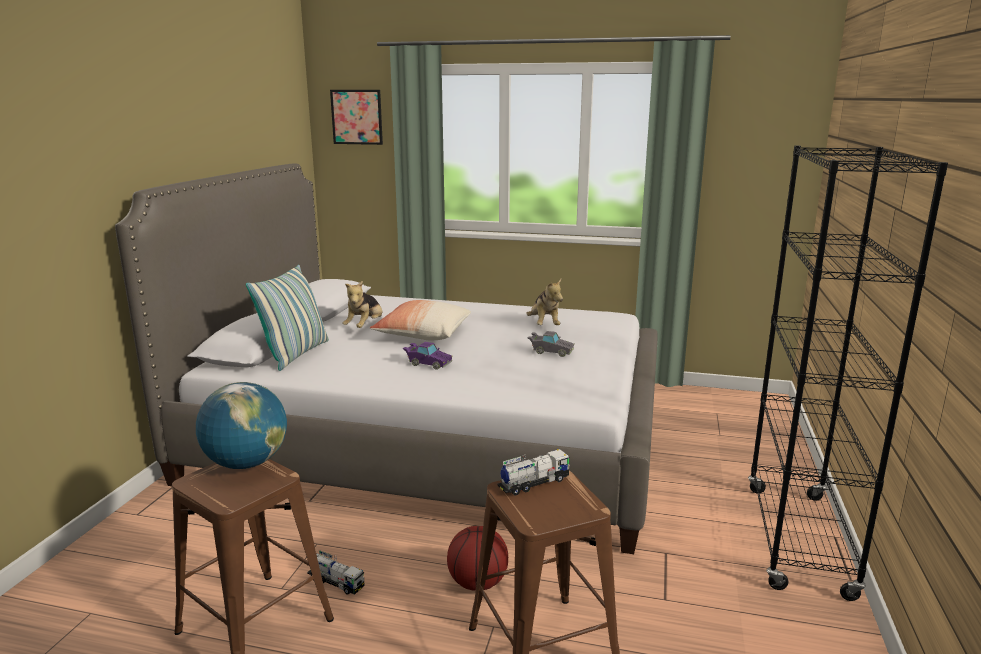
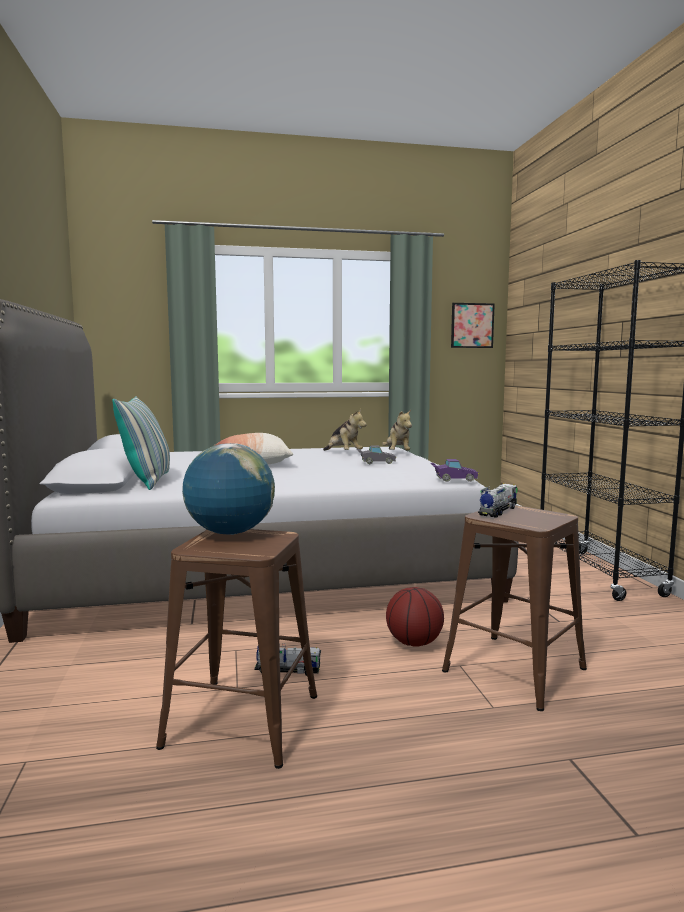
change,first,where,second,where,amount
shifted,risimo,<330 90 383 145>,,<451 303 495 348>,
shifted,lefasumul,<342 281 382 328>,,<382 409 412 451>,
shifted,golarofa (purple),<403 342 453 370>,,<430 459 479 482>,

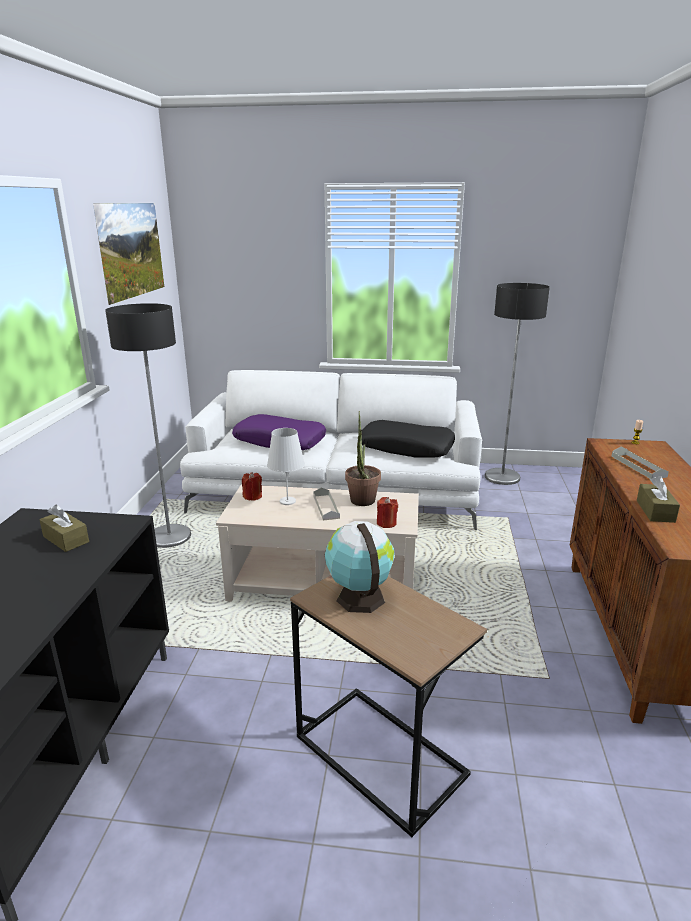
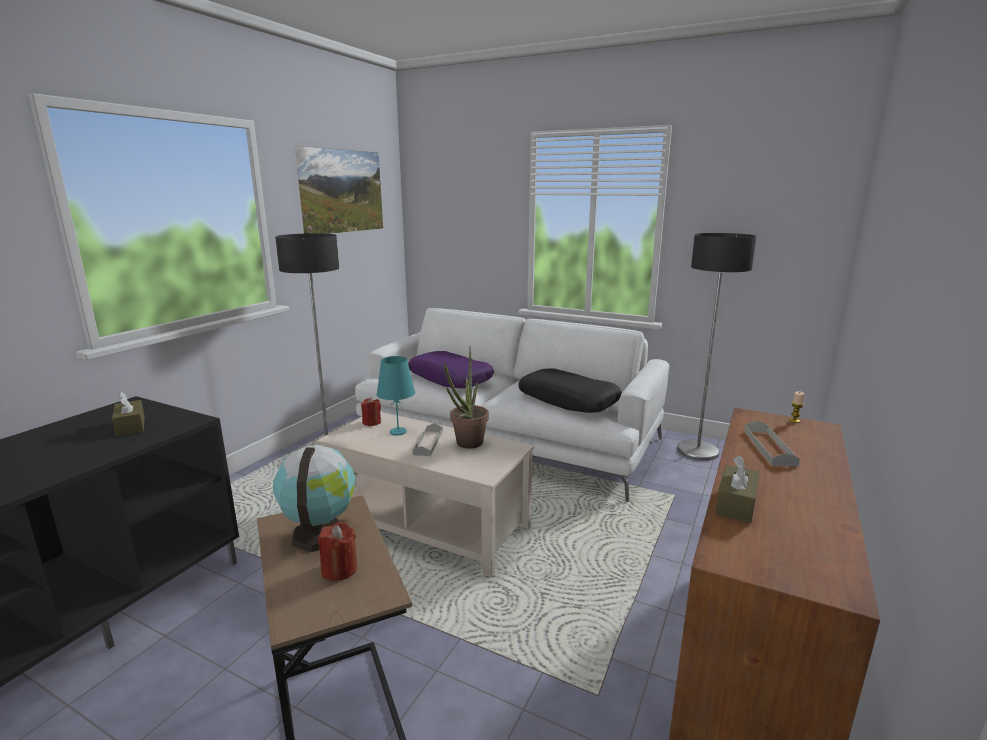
change,first,where,second,where,amount
shifted,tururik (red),<377 497 398 528>,,<318 522 357 581>,
repainted,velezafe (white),<267 428 305 505>,velezafe (turquoise),<377 356 415 435>,

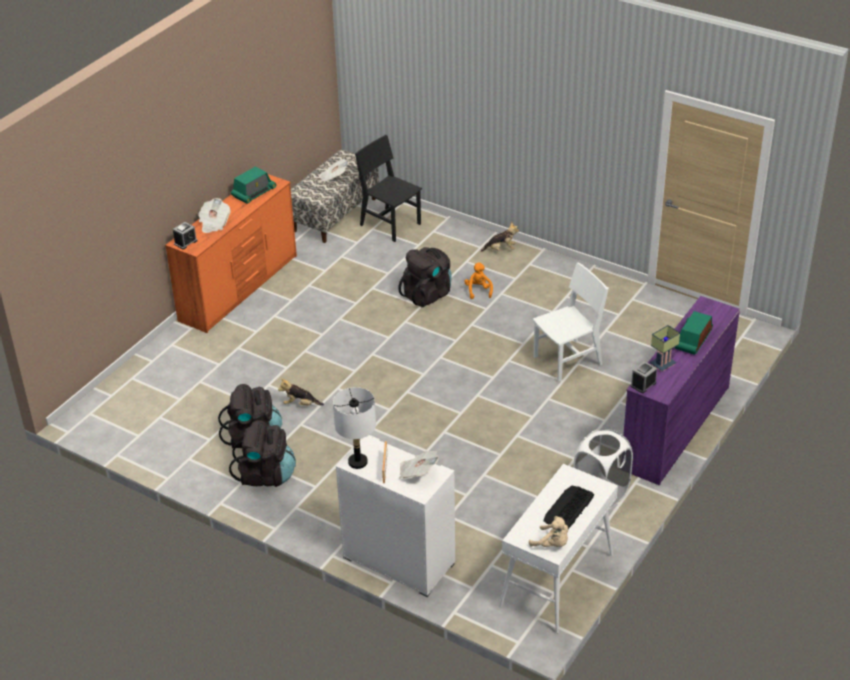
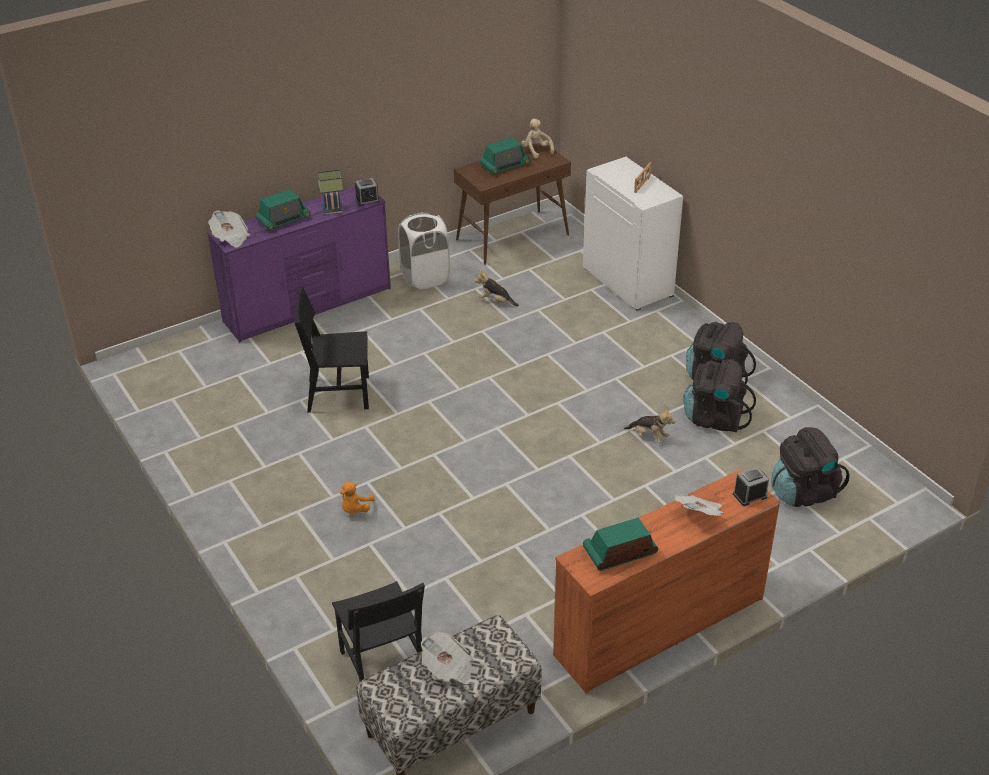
change,first,where,second,where,amount
gone,velezafe (white),<333 387 376 469>,,,
shifted,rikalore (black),<398 247 452 307>,,<771 427 850 507>,
shifted,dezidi,<399 451 439 479>,,<208 210 250 247>,
shifted,lefasumul,<481 222 519 252>,,<474 270 519 306>,
swapped,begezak,<543 486 594 529>,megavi,<480 138 530 175>,
repainted,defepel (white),<499 464 618 633>,defepel (brown),<454 144 571 265>,
repainted,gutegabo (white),<533 262 609 382>,gutegabo (black),<295 287 369 413>,

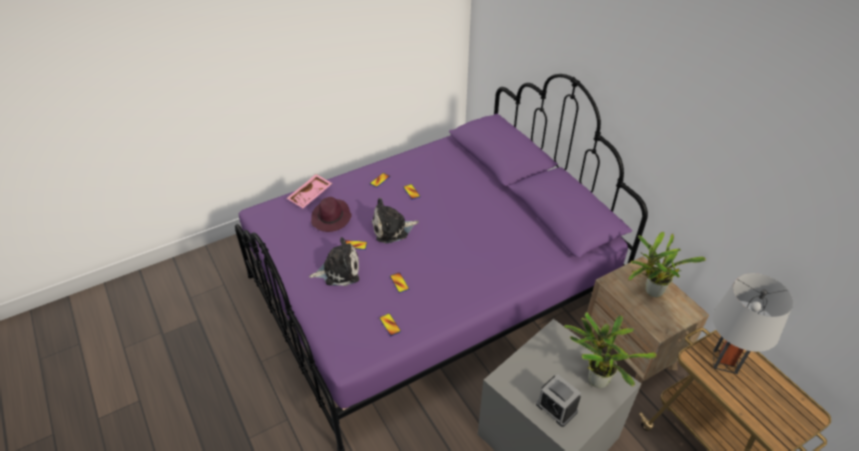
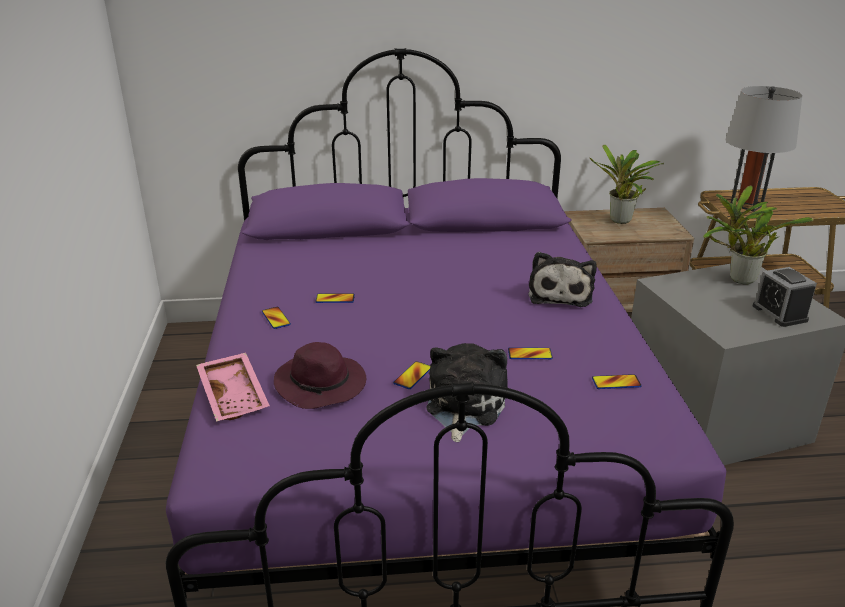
change,first,where,second,where,amount
shifted,lefasumul,<372 198 419 244>,,<528 252 597 307>,
rotated,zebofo,<536 374 581 427>,,<753 267 817 327>,90 degrees clockwise

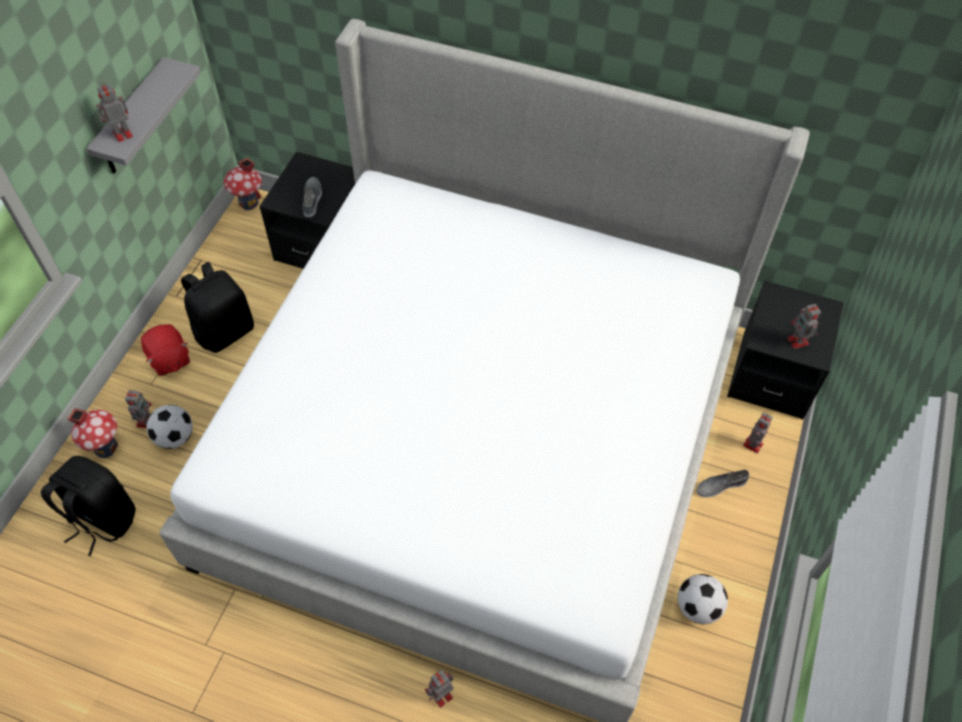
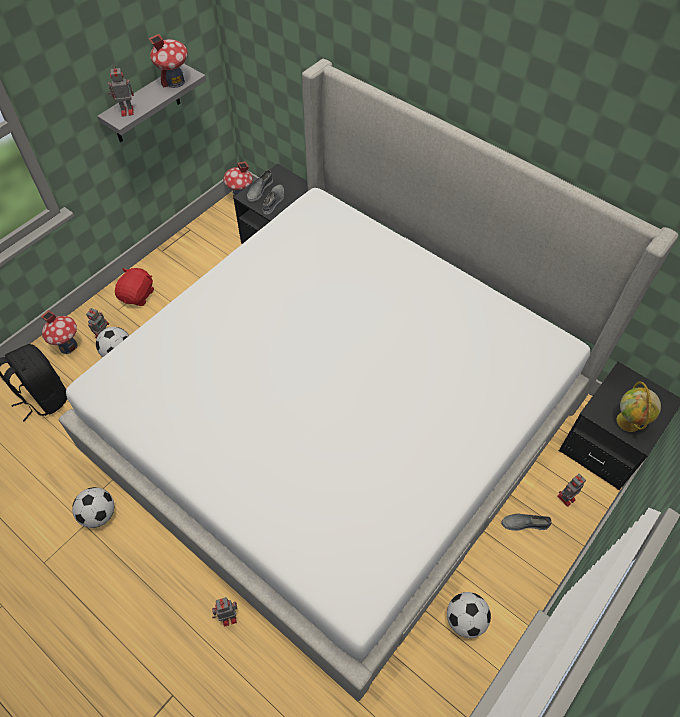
change,first,where,second,where,amount
gone,rikalore (black),<181 262 254 353>,,,
new,,,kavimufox,<72 487 114 528>,
new,,,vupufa,<149 34 188 88>,
new,,,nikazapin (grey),<247 170 273 202>,
swapped,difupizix,<788 304 821 349>,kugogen,<617 381 661 432>,
rotated,lefasumul (red),<141 324 190 376>,,<115 268 154 306>,150 degrees counterclockwise

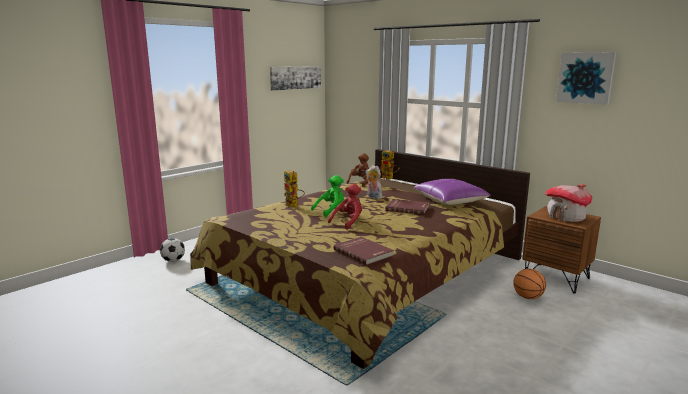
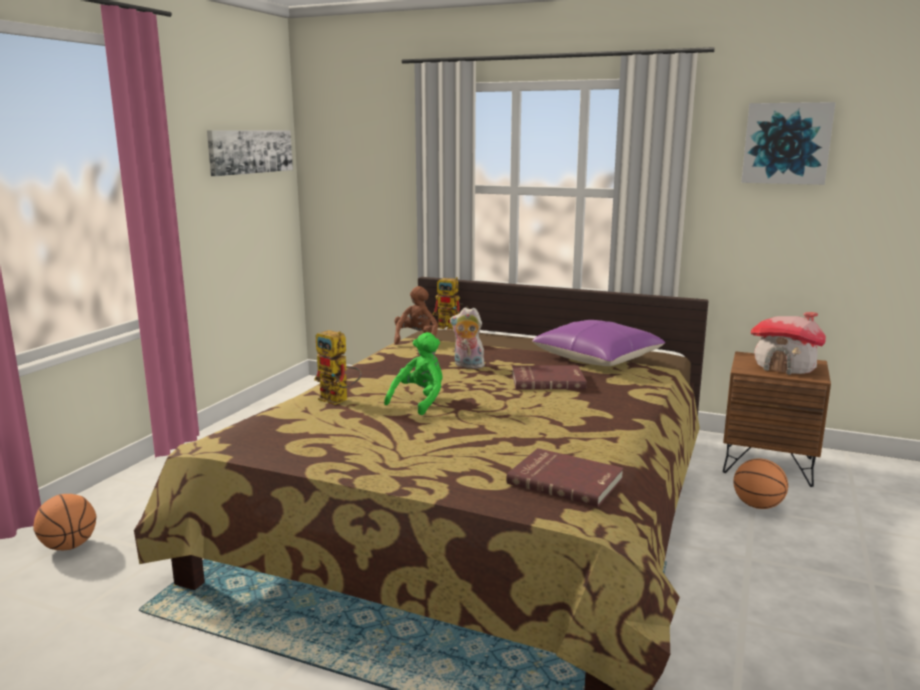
change,first,where,second,where,amount
gone,lefasumul (red),<328 184 362 229>,,,
swapped,kavimufox,<160 238 185 262>,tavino,<33 494 96 550>,

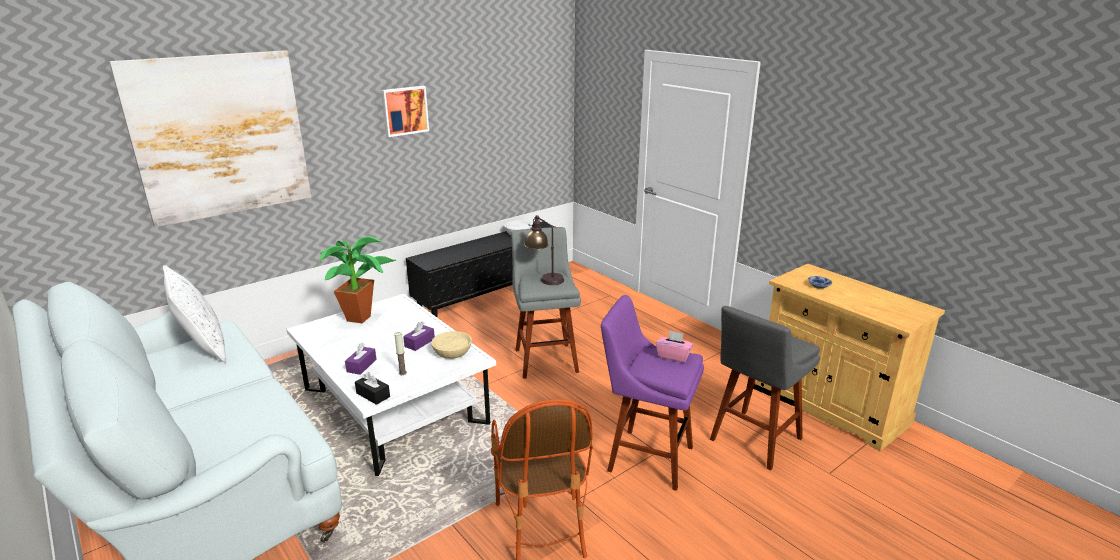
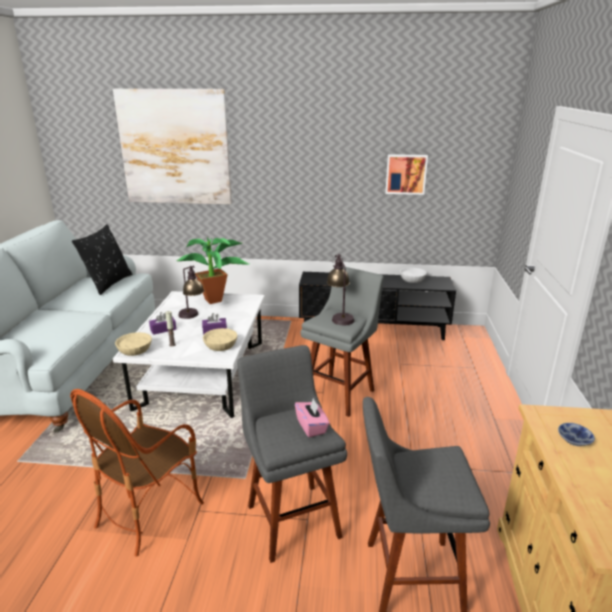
change,first,where,second,where,amount
new,,,velezafe,<178 265 204 319>,
shifted,risimo,<381 86 429 137>,,<385 154 428 195>,
swapped,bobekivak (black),<355 372 390 405>,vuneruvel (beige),<115 332 152 356>,
repainted,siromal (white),<163 265 226 362>,siromal (black),<72 224 133 295>,
repainted,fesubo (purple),<601 295 704 491>,fesubo (grey),<237 345 347 563>,

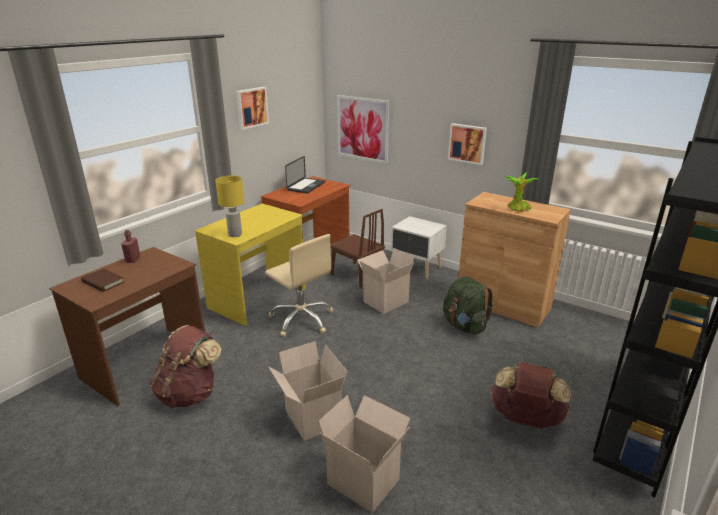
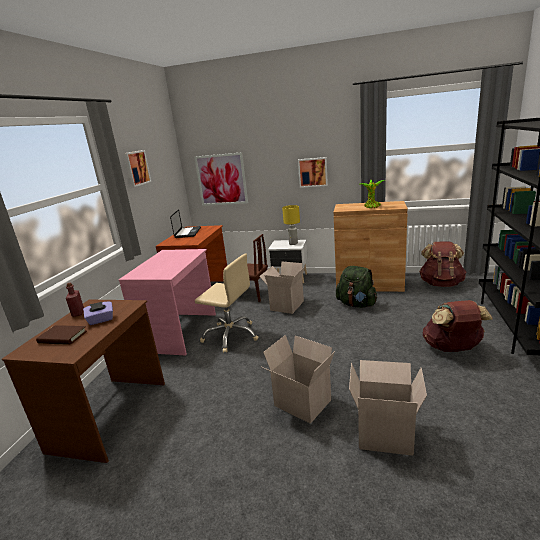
change,first,where,second,where,amount
new,,,bobekivak (purple),<83 302 113 325>,
shifted,rikalore (brown),<149 325 222 408>,,<419 242 467 287>,
shifted,velezafe (yellow),<215 176 244 237>,,<282 205 300 245>,
repainted,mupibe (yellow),<194 203 306 326>,mupibe (pink),<119 249 216 355>,

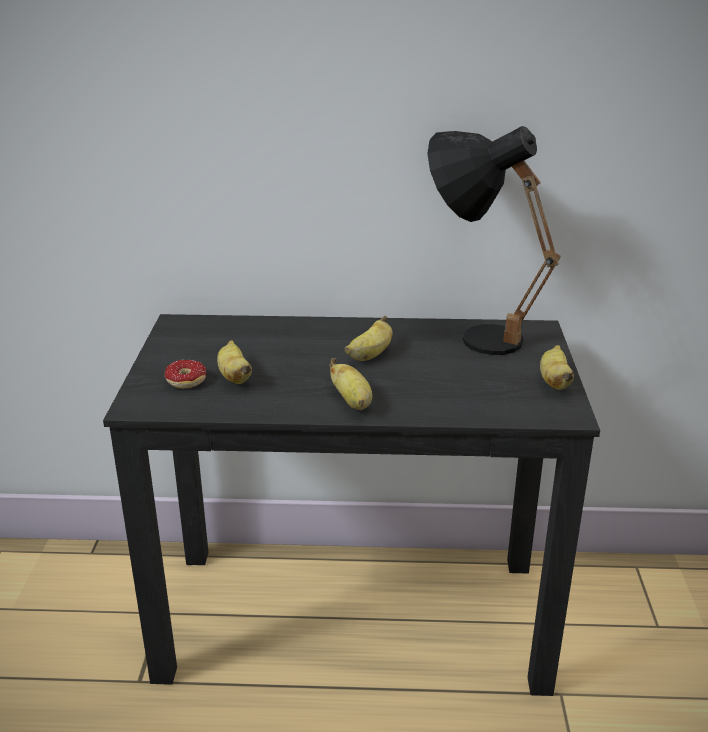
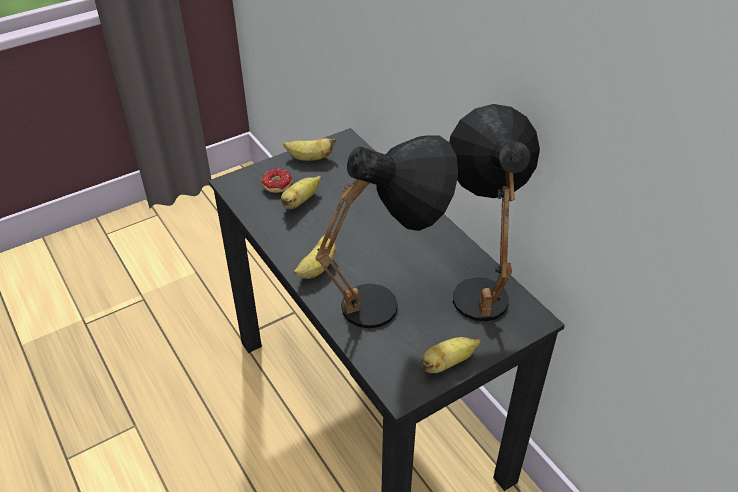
change,first,where,second,where,amount
new,,,velezafe (black),<315 136 458 329>,
shifted,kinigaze,<345 316 393 361>,,<283 138 336 161>,

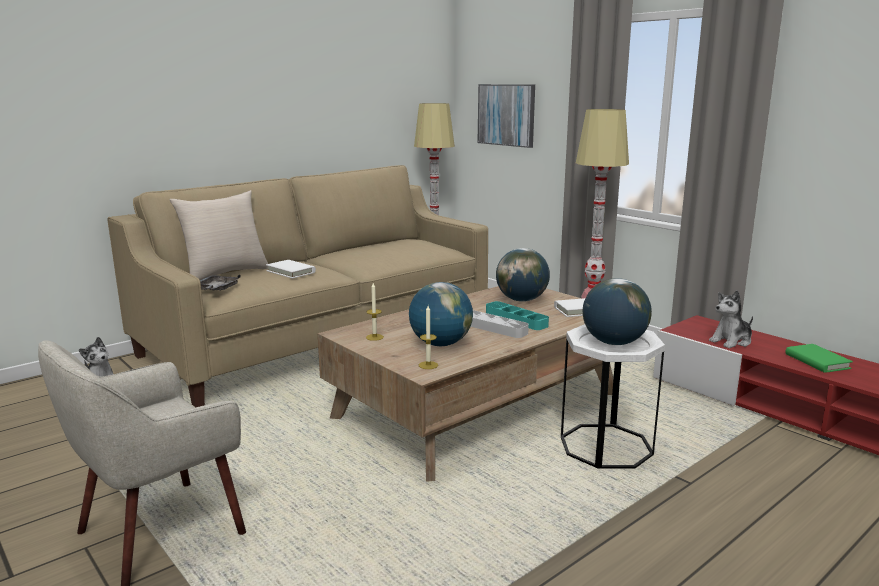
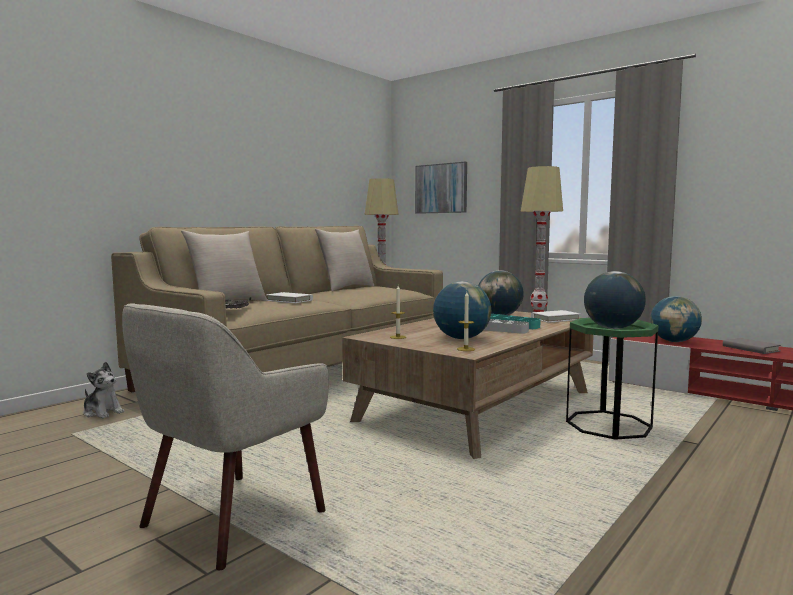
change,first,where,second,where,amount
new,,,siromal (beige),<315 229 374 291>,
swapped,lefasumul,<709 290 753 348>,kugogen,<650 296 702 342>,
repainted,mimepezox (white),<561 324 665 469>,mimepezox (green),<566 318 658 440>,
repainted,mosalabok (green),<785 344 853 373>,mosalabok (grey),<723 338 781 354>,

